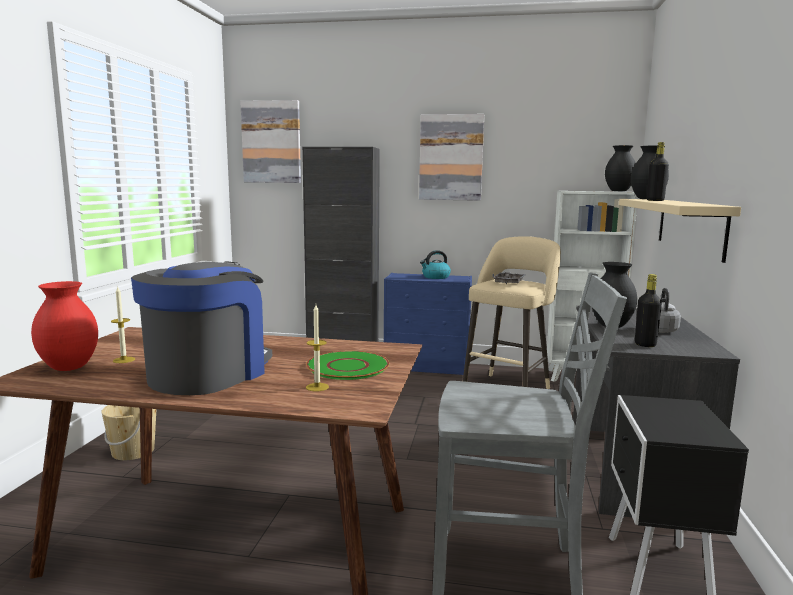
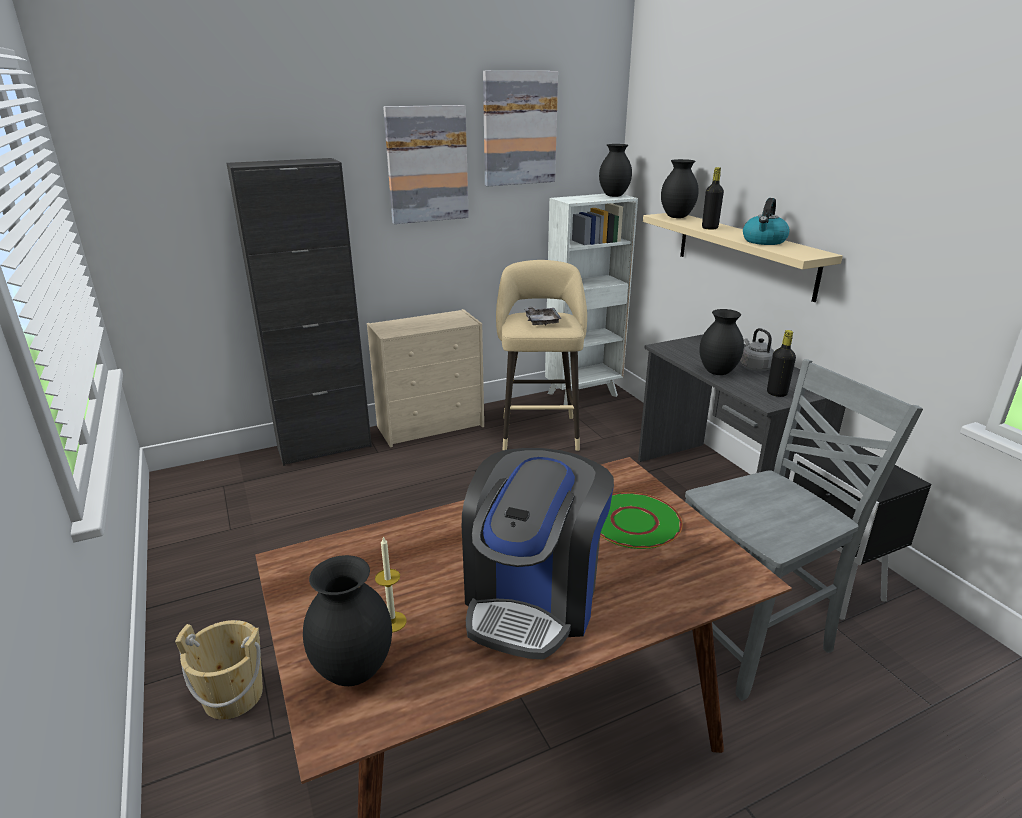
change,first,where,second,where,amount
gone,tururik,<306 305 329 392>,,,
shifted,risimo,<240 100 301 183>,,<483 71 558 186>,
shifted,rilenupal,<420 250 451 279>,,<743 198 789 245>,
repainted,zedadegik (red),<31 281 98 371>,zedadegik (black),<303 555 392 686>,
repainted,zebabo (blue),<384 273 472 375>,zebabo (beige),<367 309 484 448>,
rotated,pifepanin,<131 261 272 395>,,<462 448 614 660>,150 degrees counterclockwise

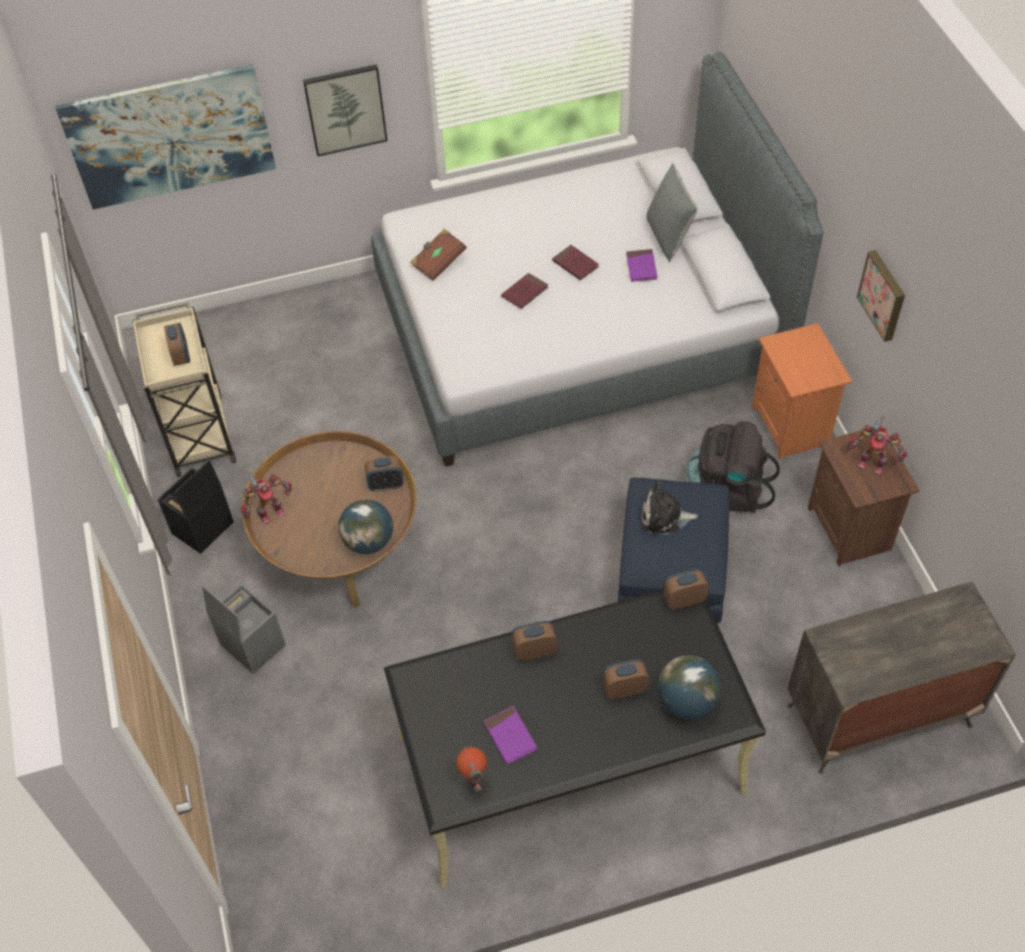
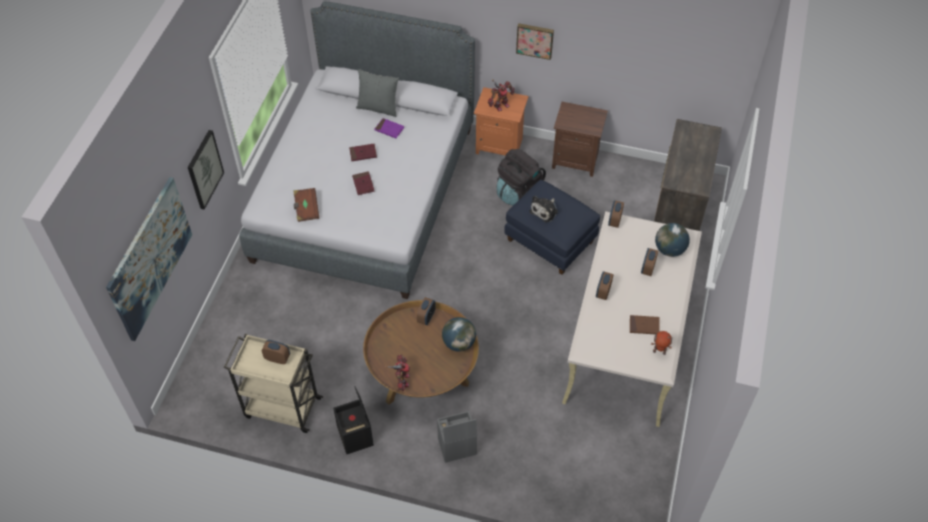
change,first,where,second,where,amount
shifted,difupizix,<847 414 907 475>,,<488 79 515 111>,
repainted,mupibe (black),<384 590 766 888>,mupibe (beige),<562 211 702 427>,
repainted,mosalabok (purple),<483 706 537 764>,mosalabok (brown),<630 315 660 334>,

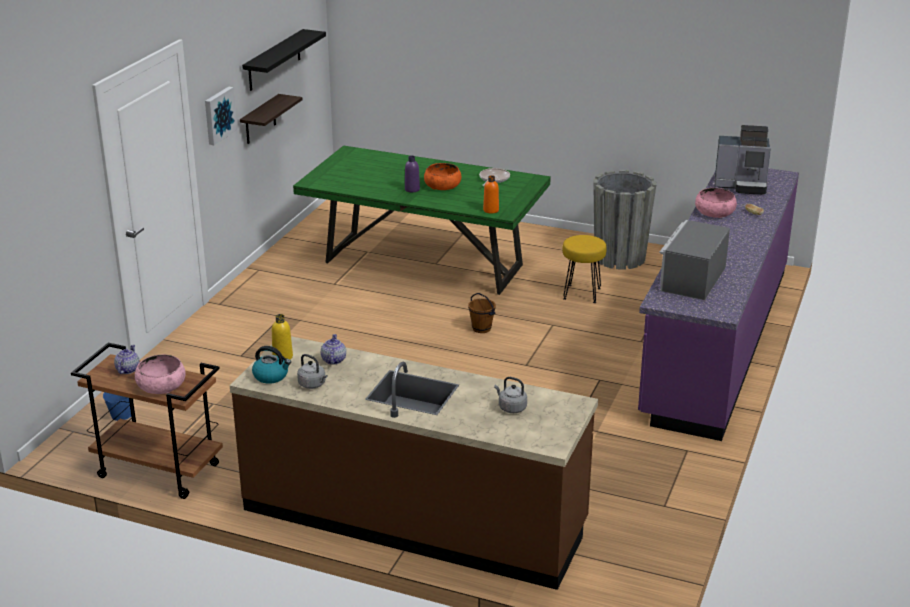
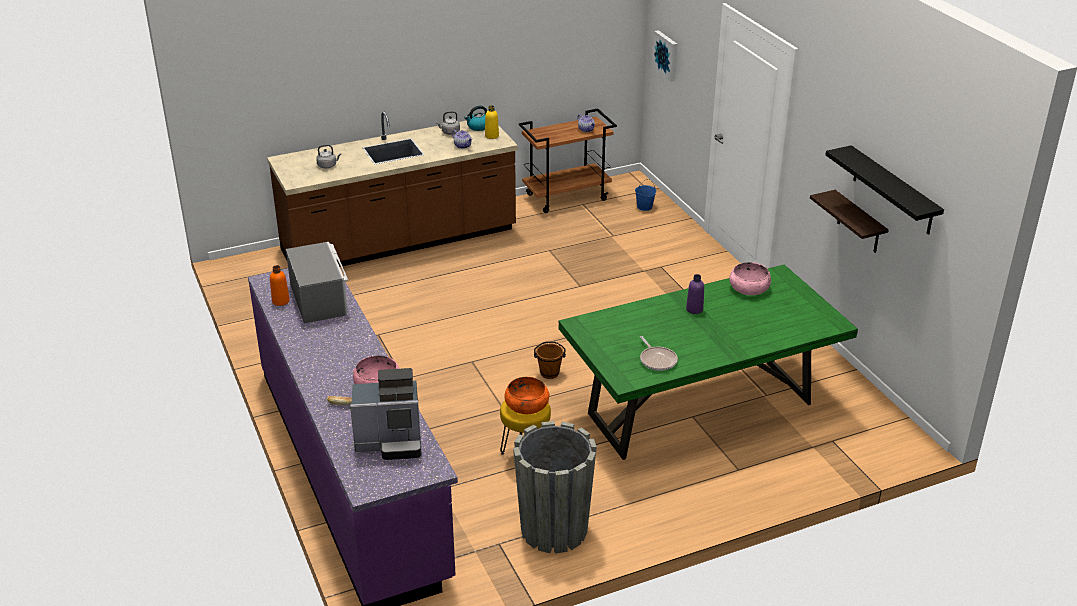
change,first,where,second,where,amount
shifted,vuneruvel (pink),<135 355 186 394>,,<729 262 771 295>,
shifted,risimo,<205 87 237 145>,,<652 30 677 81>,
shifted,vuneruvel (orange),<424 163 461 190>,,<505 377 549 414>,
shifted,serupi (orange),<483 175 499 214>,,<270 265 290 306>,
rotated,pifepanin,<714 125 771 195>,,<350 368 421 460>,150 degrees counterclockwise

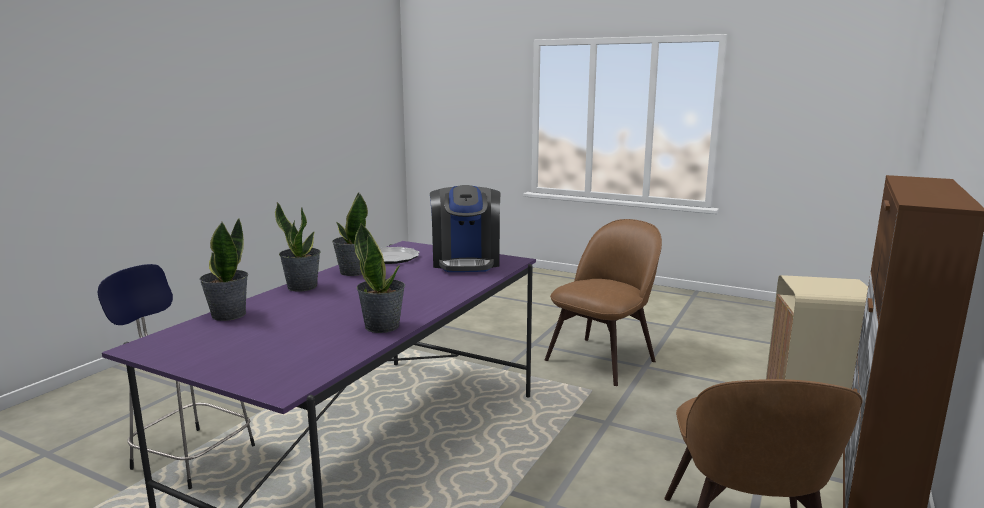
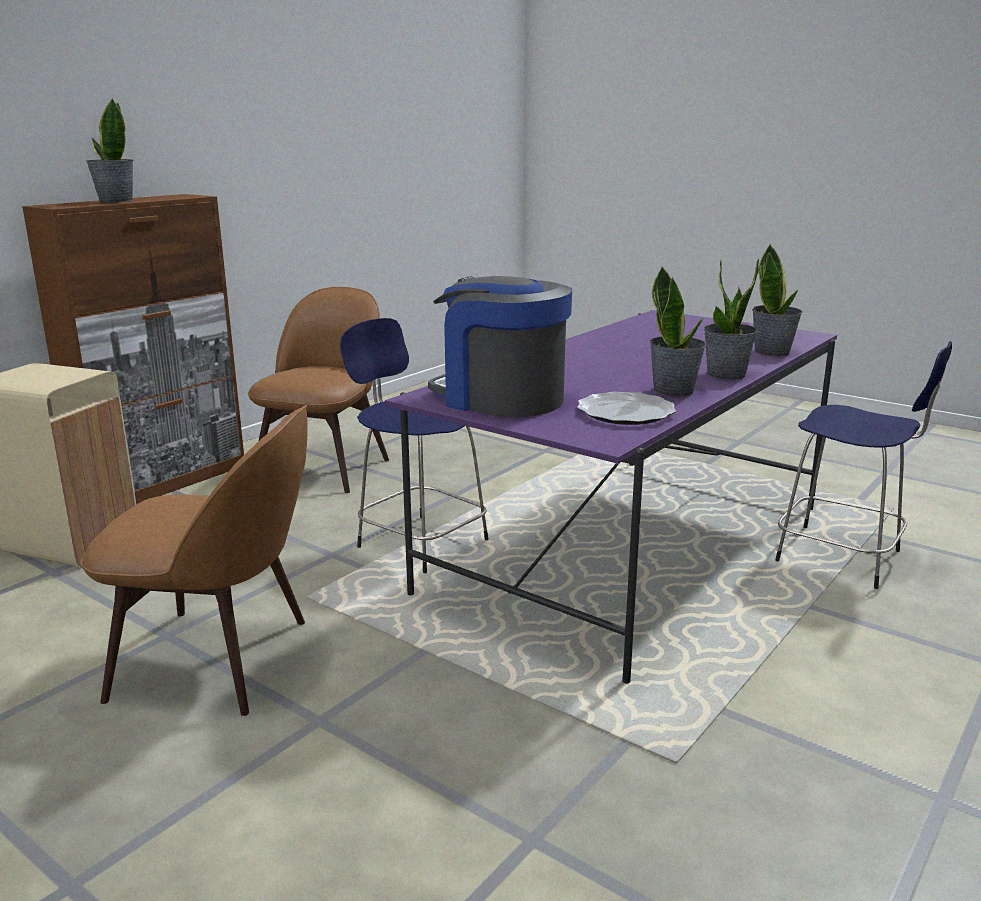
change,first,where,second,where,amount
new,,,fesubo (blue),<340 318 488 573>,
shifted,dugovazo,<354 224 405 333>,,<86 98 134 203>,
rotated,pifepanin,<430 185 500 272>,,<428 276 572 418>,60 degrees counterclockwise
rotated,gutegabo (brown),<545 219 662 386>,,<80 405 308 716>,135 degrees counterclockwise

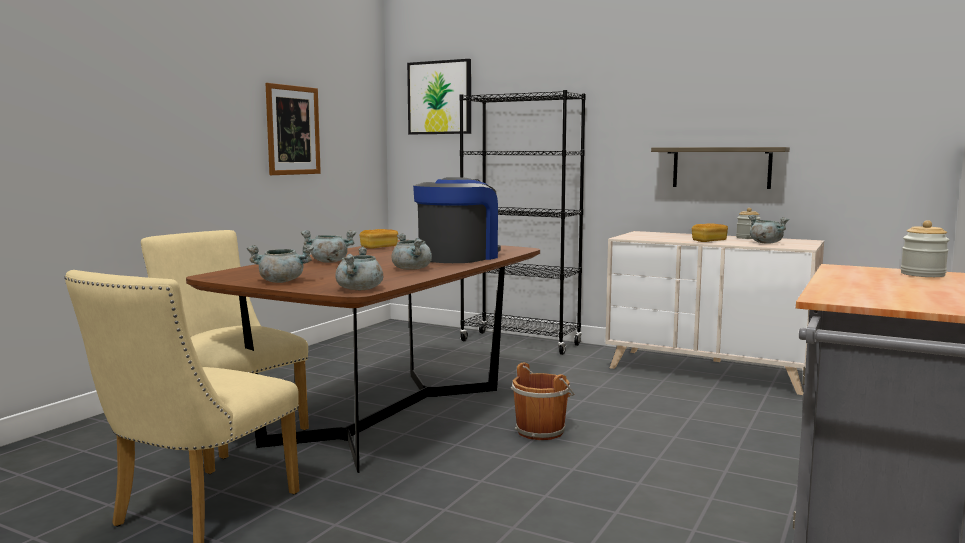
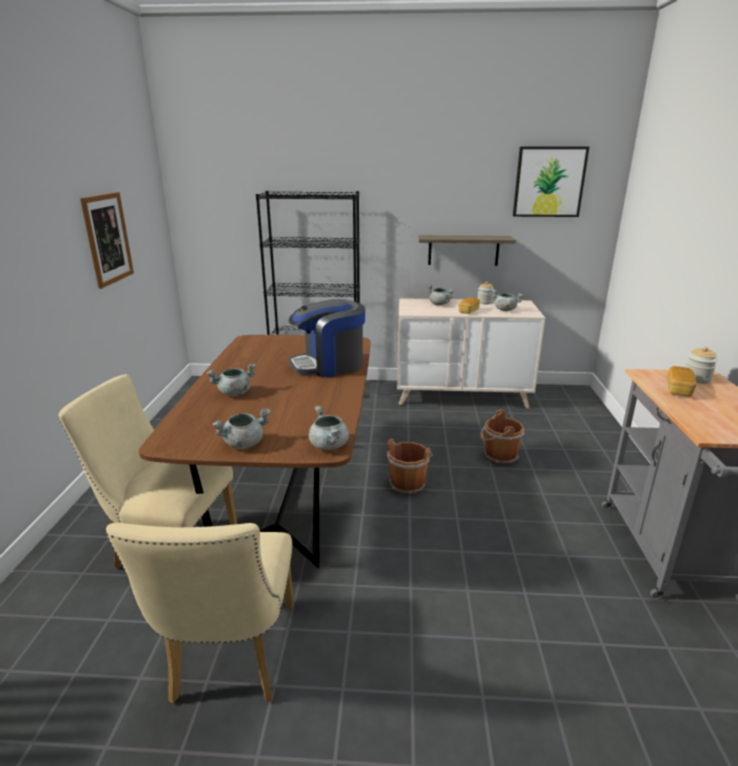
change,first,where,second,where,amount
new,,,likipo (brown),<480 409 525 464>,
shifted,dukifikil,<360 229 398 249>,,<668 366 697 397>,
shifted,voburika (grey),<392 233 432 270>,,<427 285 455 305>,
shifted,risimo,<407 59 471 134>,,<513 147 589 217>,
rotated,pifepanin,<413 177 501 263>,,<289 299 365 378>,120 degrees counterclockwise

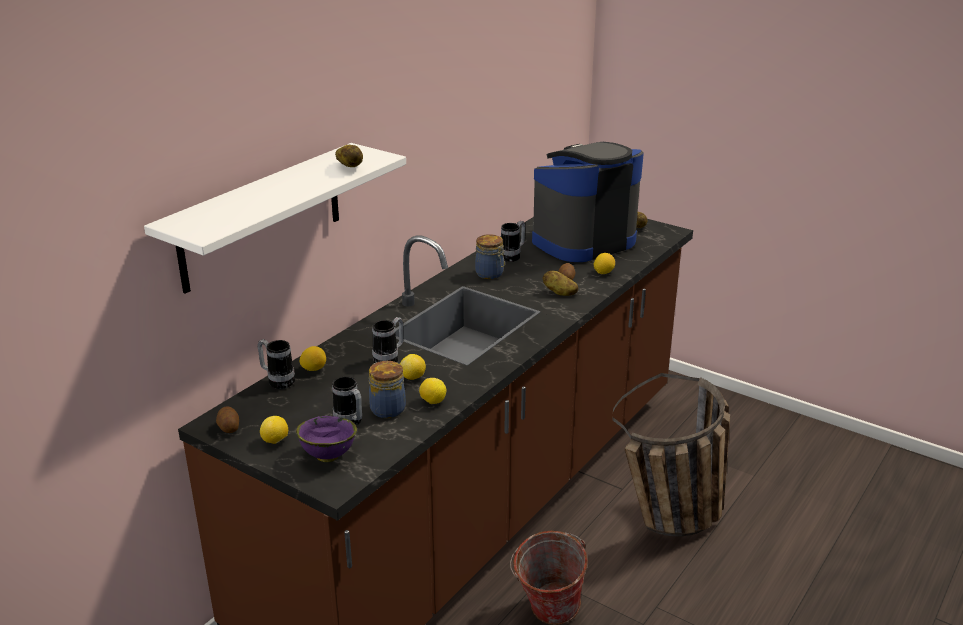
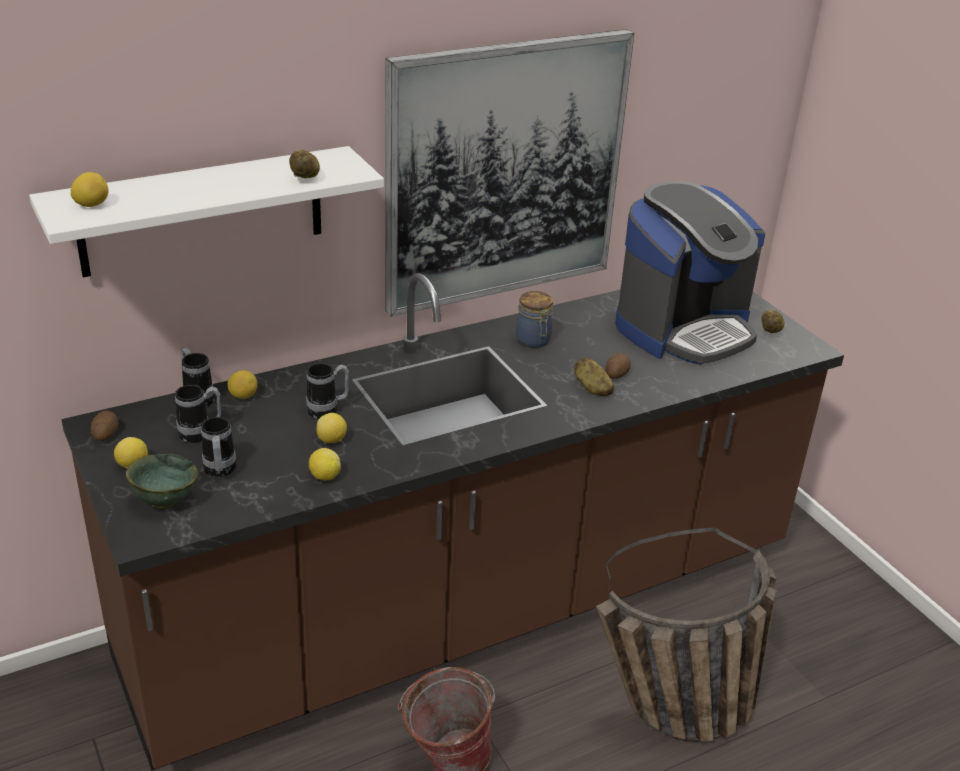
change,first,where,second,where,amount
gone,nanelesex,<369 361 406 418>,,,
new,,,risimo,<385 29 634 317>,
shifted,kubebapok,<501 221 525 262>,,<175 385 221 443>,
shifted,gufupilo,<594 253 615 274>,,<71 172 109 207>,
repainted,vuneruvel (purple),<296 416 357 462>,vuneruvel (green),<126 454 199 509>,
rotated,pifepanin,<532 142 644 262>,,<615 181 765 365>,150 degrees clockwise

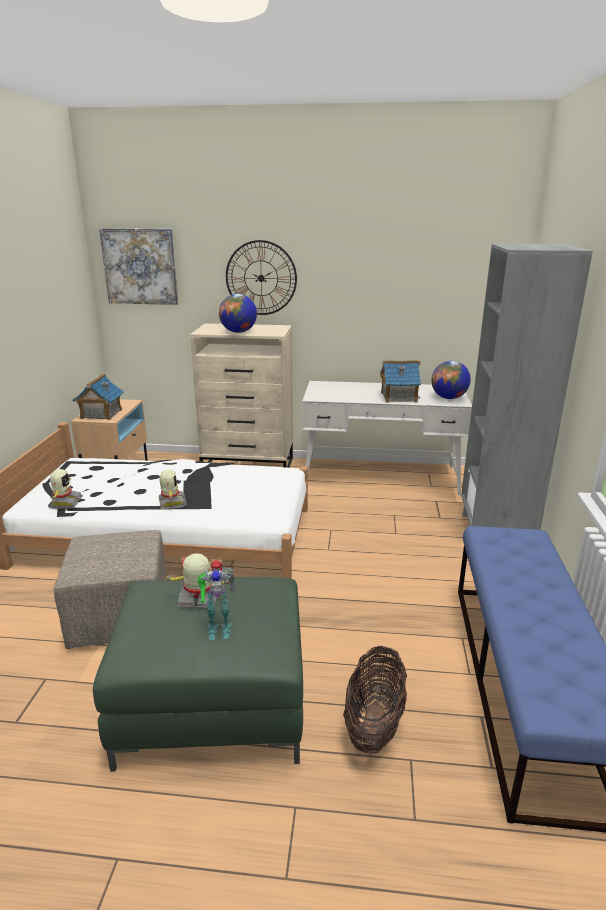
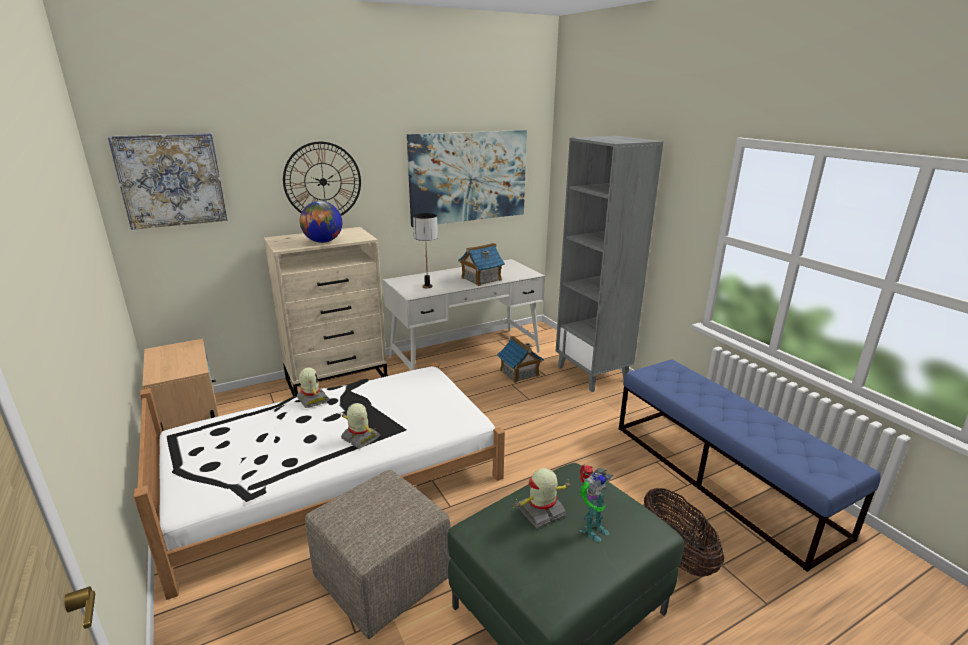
change,first,where,second,where,amount
gone,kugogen,<431 361 471 399>,,,
new,,,risimo,<407 130 527 227>,
new,,,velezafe,<413 213 438 288>,
shifted,difupizix,<48 469 83 509>,,<297 367 330 408>,
shifted,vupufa,<73 374 124 420>,,<497 336 544 383>,

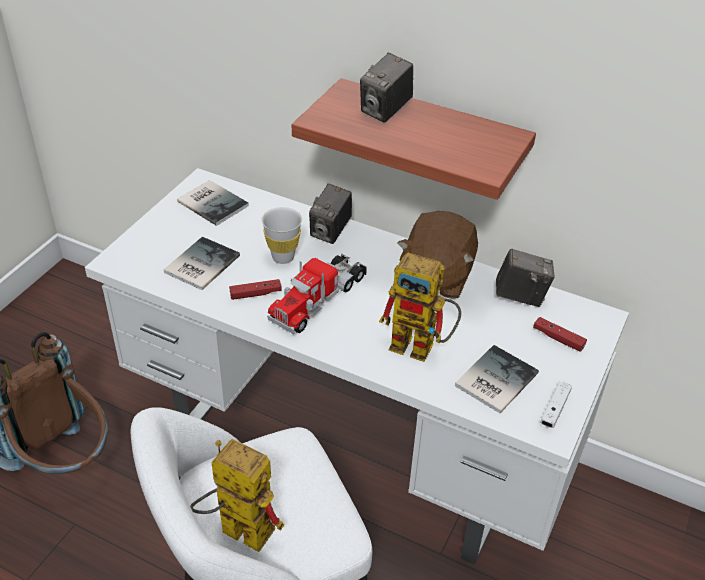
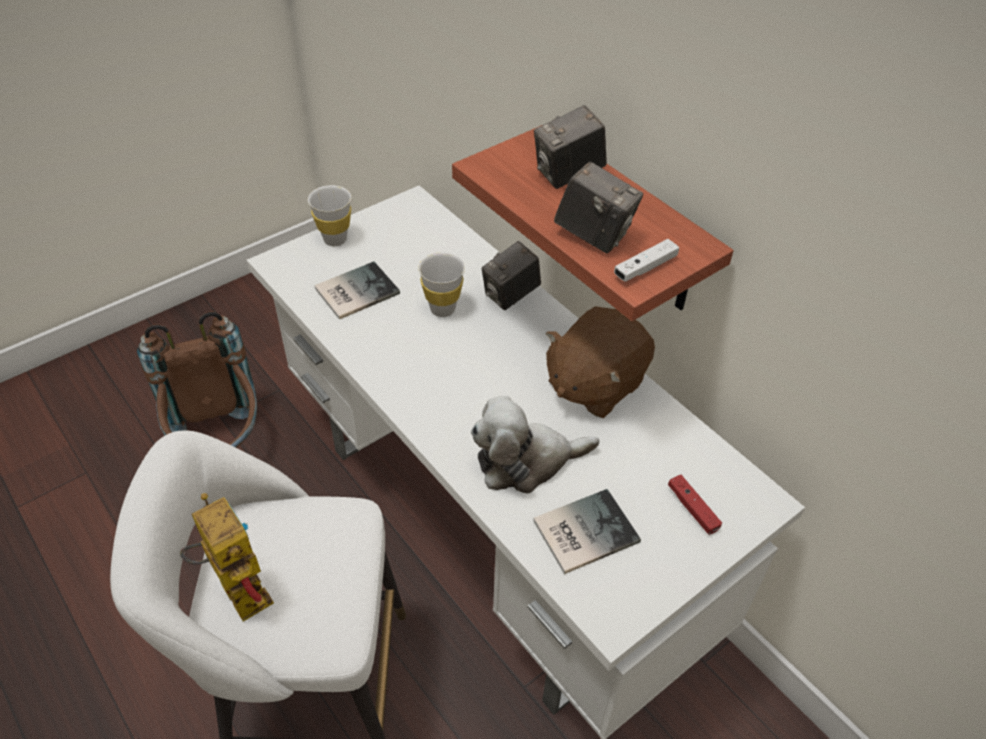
change,first,where,second,where,amount
gone,mosalabok,<177 180 249 226>,,,
gone,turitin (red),<229 279 282 300>,,,
gone,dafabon,<267 254 367 335>,,,
new,,,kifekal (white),<308 185 351 246>,
shifted,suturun,<496 249 554 307>,,<554 162 643 253>,
shifted,turitin (white),<540 381 572 428>,,<614 239 679 282>,
swapped,difupizix,<379 253 461 362>,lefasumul,<471 396 599 494>,

